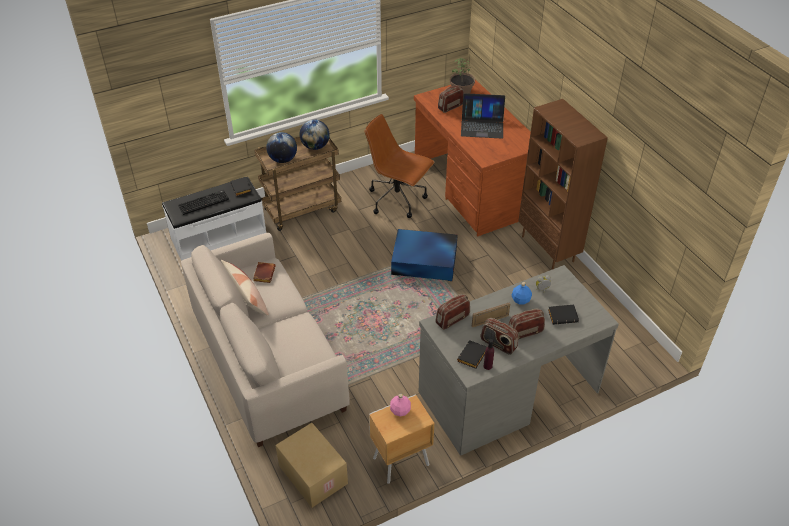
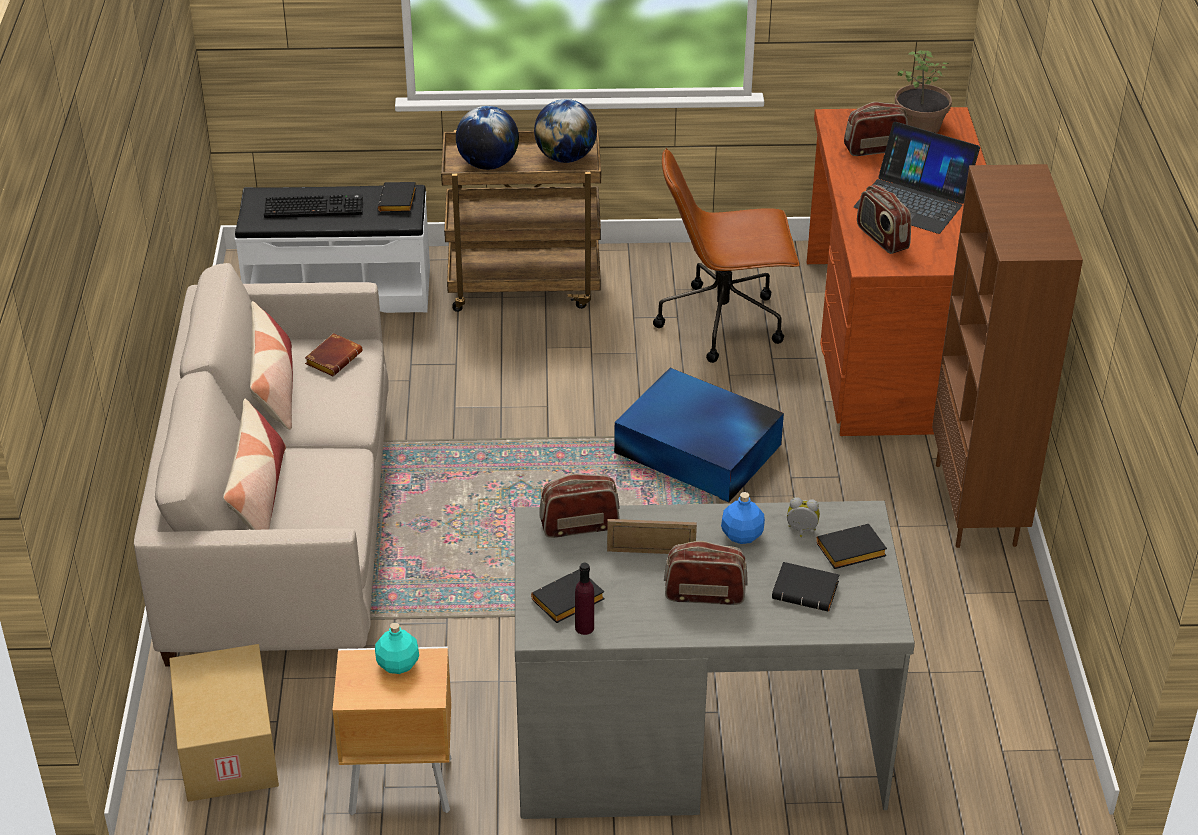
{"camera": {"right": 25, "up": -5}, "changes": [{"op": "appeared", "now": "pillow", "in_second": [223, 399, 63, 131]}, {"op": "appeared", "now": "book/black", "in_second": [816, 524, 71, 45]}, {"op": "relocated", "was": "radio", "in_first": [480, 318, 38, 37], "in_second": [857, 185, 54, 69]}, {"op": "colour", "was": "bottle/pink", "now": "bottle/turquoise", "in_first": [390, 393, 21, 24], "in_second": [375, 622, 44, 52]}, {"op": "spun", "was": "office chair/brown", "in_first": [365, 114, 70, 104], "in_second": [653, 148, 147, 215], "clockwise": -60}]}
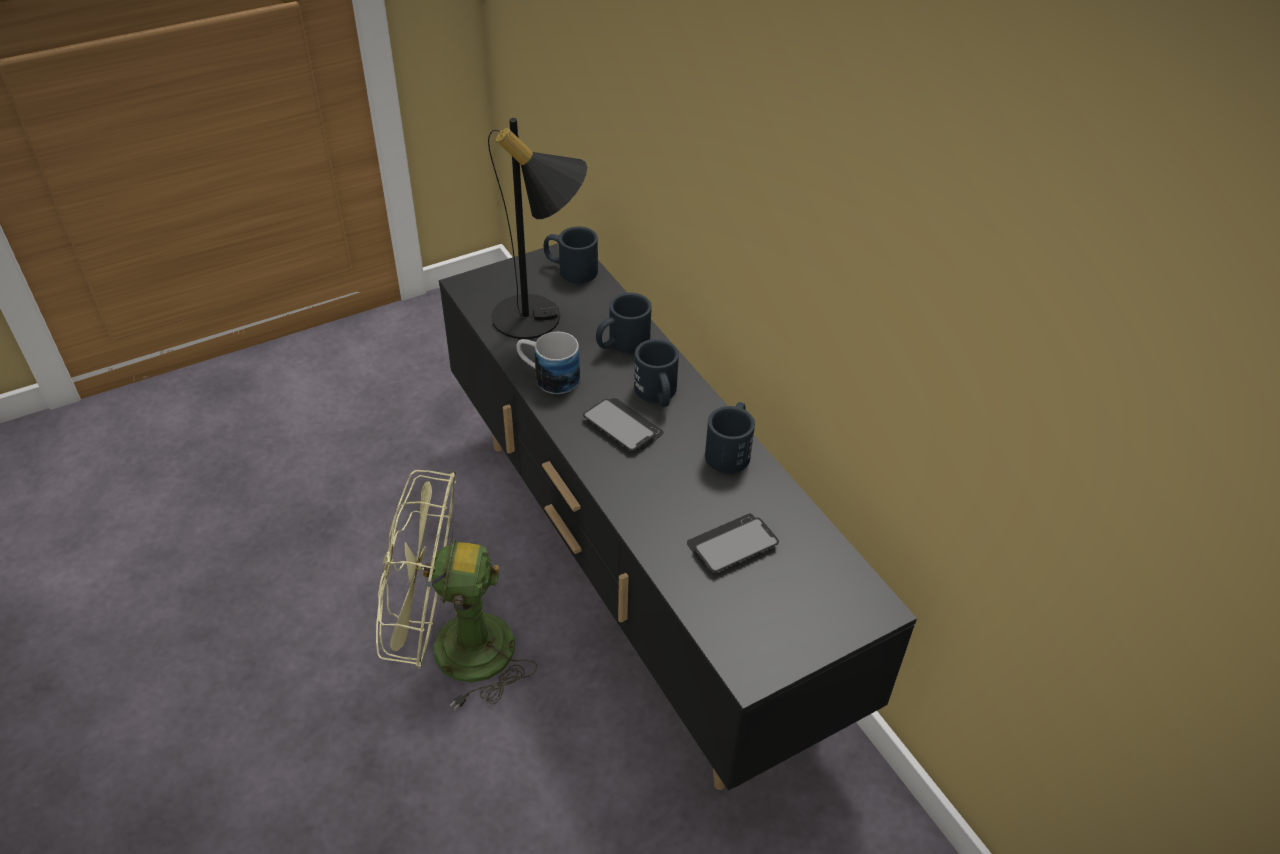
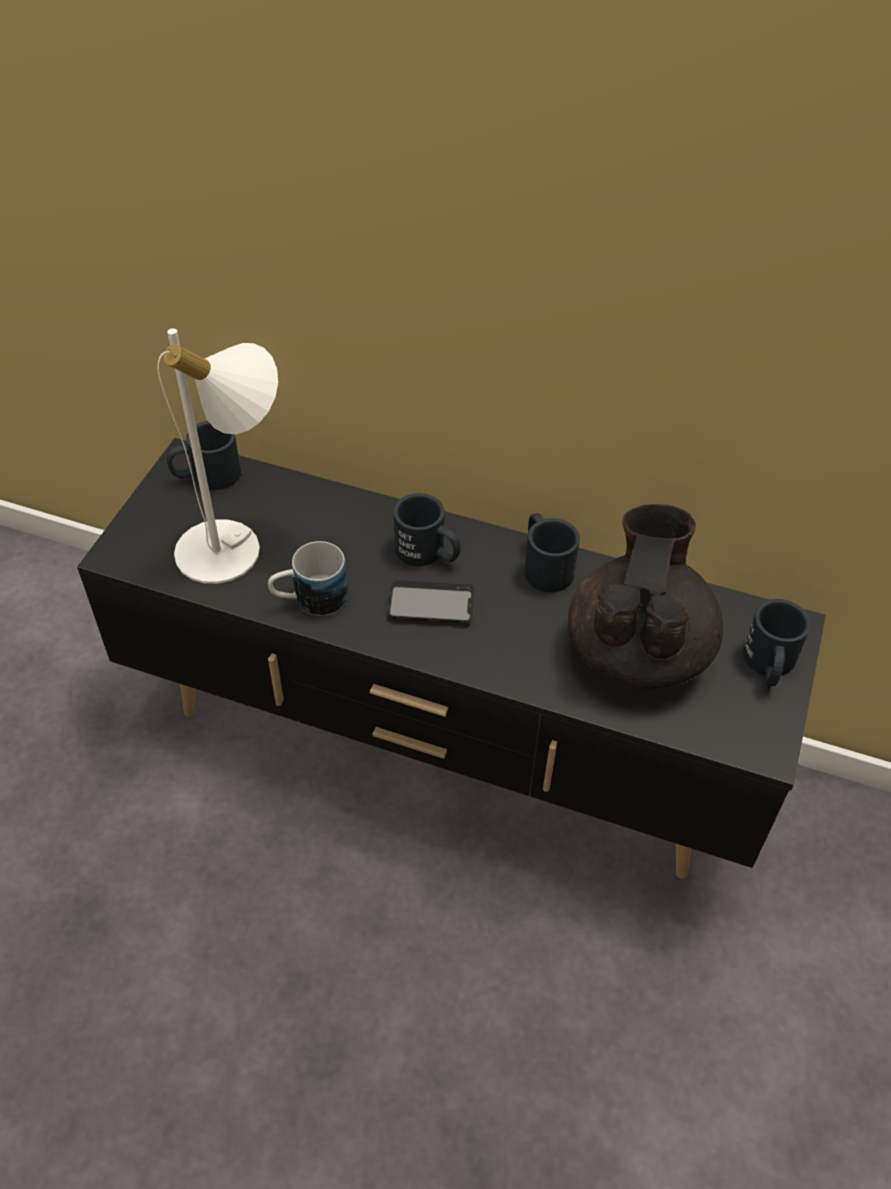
{"camera": {"right": -40, "up": 5}, "changes": [{"op": "missing", "was": "fan/green", "in_first": [376, 470, 161, 240]}, {"op": "relocated", "was": "mug/black", "in_first": [596, 293, 56, 60], "in_second": [743, 599, 68, 87]}, {"op": "exchanged", "was": "phone", "now": "teapot/black", "in_first": [687, 514, 92, 58], "in_second": [568, 504, 155, 186]}, {"op": "colour", "was": "table lamp/black", "now": "table lamp/white", "in_first": [488, 118, 99, 221], "in_second": [157, 328, 121, 256]}]}
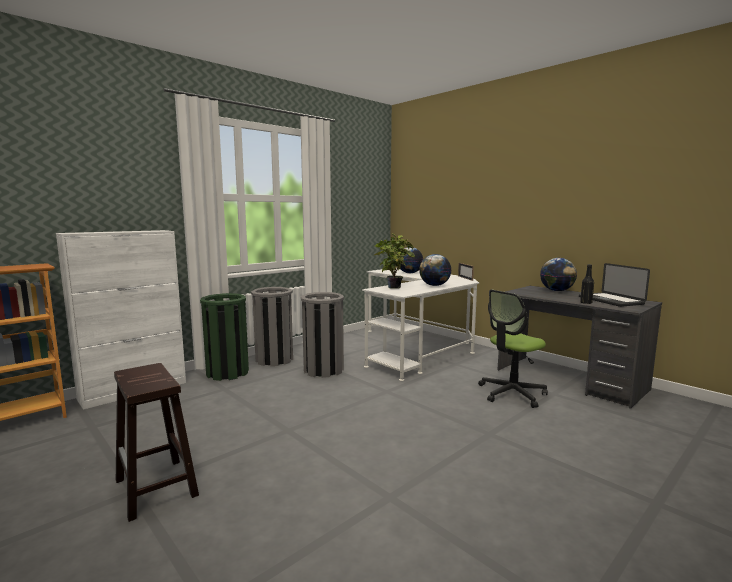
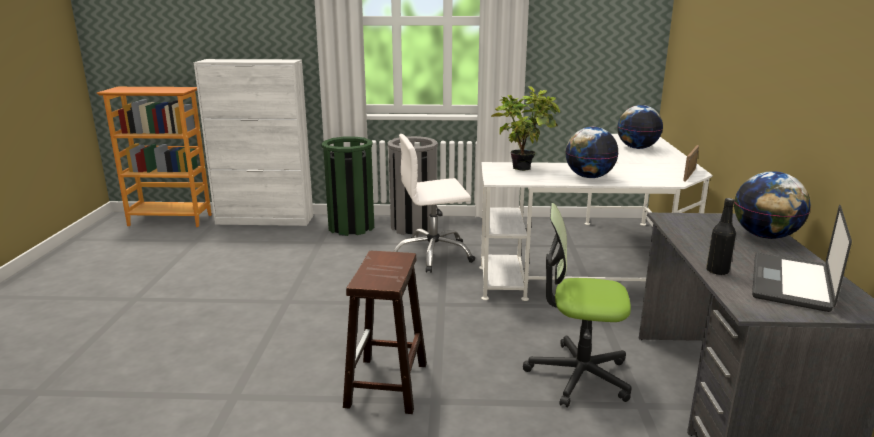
{"camera": {"right": 45, "up": 10}, "changes": [{"op": "relocated", "was": "stool/brown", "in_first": [114, 363, 85, 159], "in_second": [343, 251, 84, 163]}, {"op": "exchanged", "was": "trash can/grey", "now": "office chair/white", "in_first": [301, 292, 43, 86], "in_second": [393, 134, 82, 139]}]}
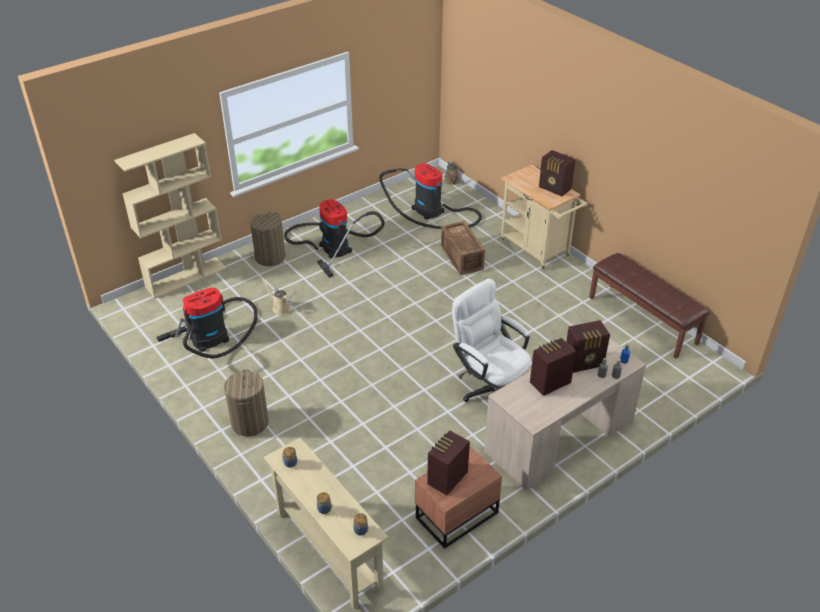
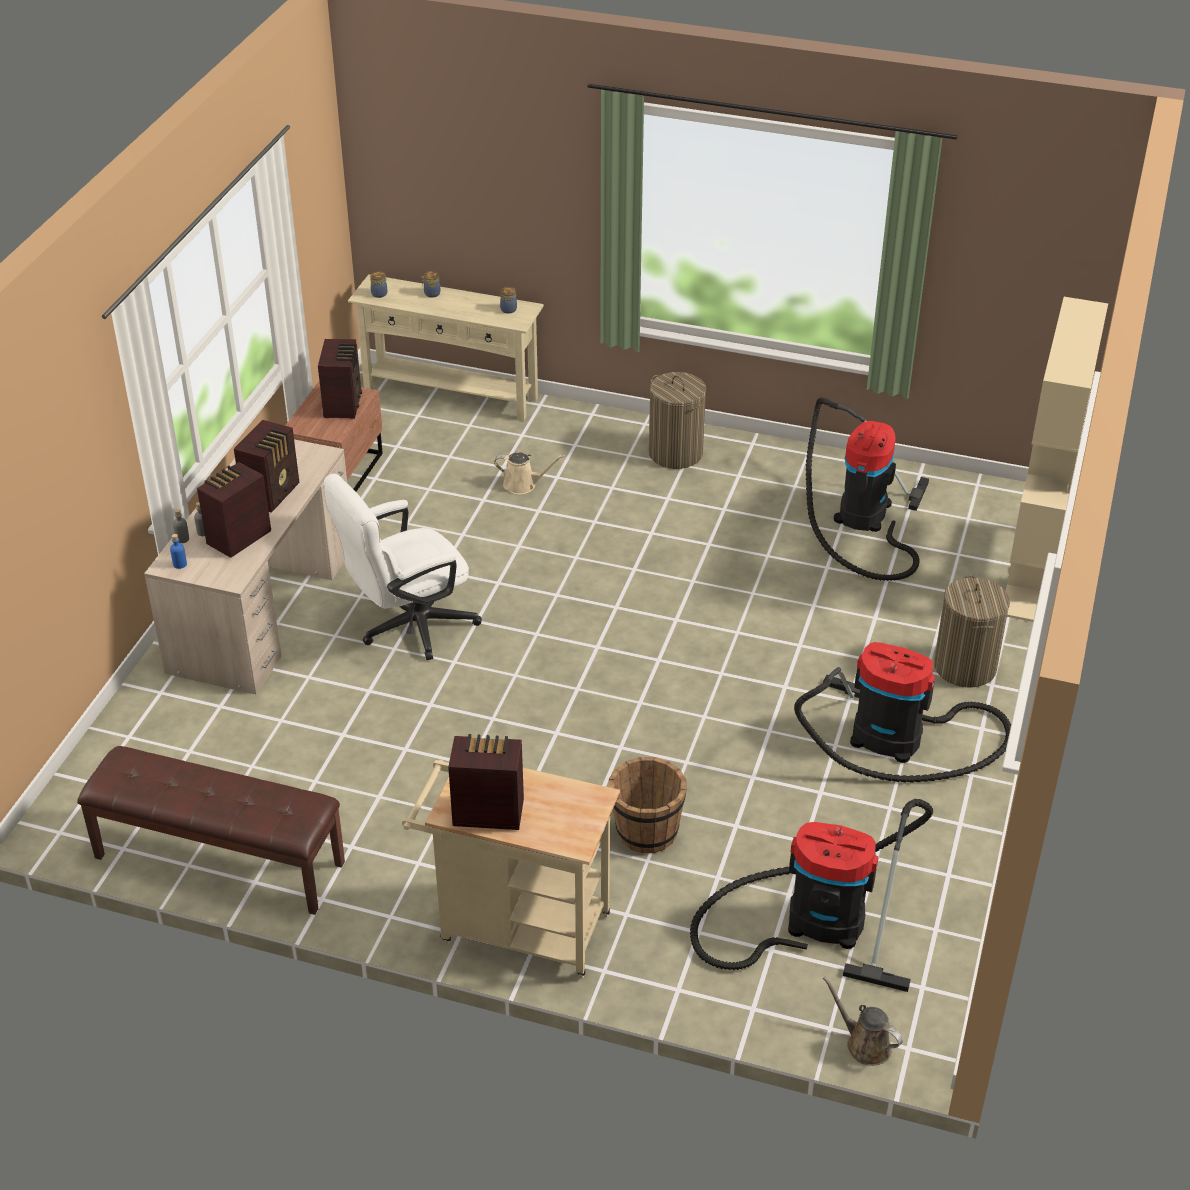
{"camera": {"right": 145, "up": 0}, "changes": [{"op": "relocated", "was": "watering can/beige", "in_first": [262, 279, 29, 36], "in_second": [494, 452, 71, 43]}, {"op": "exchanged", "was": "crate", "now": "bucket/brown", "in_first": [441, 221, 44, 54], "in_second": [609, 757, 77, 96]}, {"op": "spun", "was": "office chair/white", "in_first": [452, 278, 79, 124], "in_second": [323, 474, 159, 186], "clockwise": 135}]}
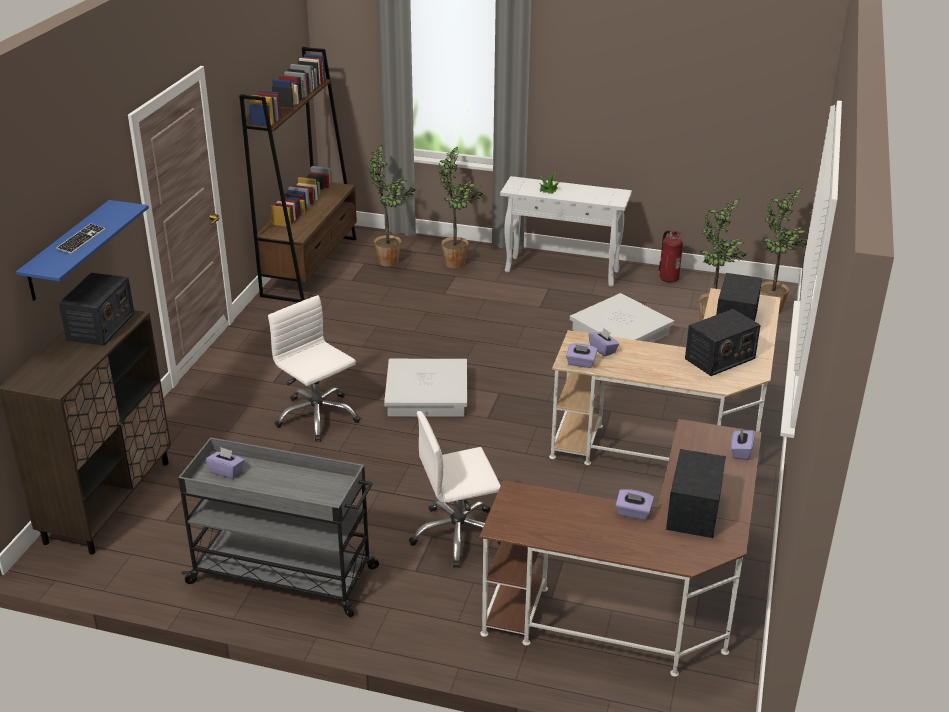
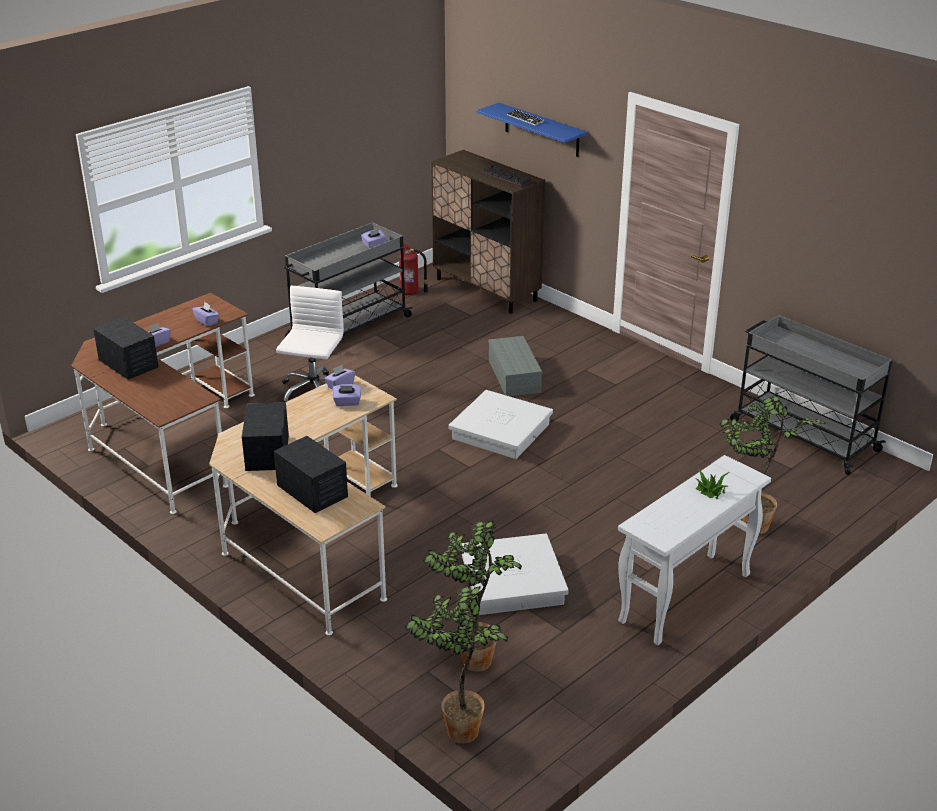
{"camera": {"right": 120, "up": 0}, "changes": [{"op": "missing", "was": "potted plant", "in_first": [368, 145, 48, 122]}, {"op": "relocated", "was": "fire extinguisher", "in_first": [659, 231, 24, 51], "in_second": [399, 243, 29, 52]}, {"op": "relocated", "was": "tissue box/purple", "in_first": [731, 428, 24, 32], "in_second": [192, 302, 27, 25]}, {"op": "exchanged", "was": "radio", "now": "keyboard", "in_first": [59, 273, 76, 73], "in_second": [481, 166, 52, 21]}, {"op": "exchanged", "was": "bookcase/brown", "now": "cart/grey", "in_first": [239, 47, 118, 256], "in_second": [730, 315, 162, 160]}, {"op": "exchanged", "was": "office chair/white", "now": "storage box/grey", "in_first": [268, 295, 92, 146], "in_second": [488, 336, 54, 60]}]}
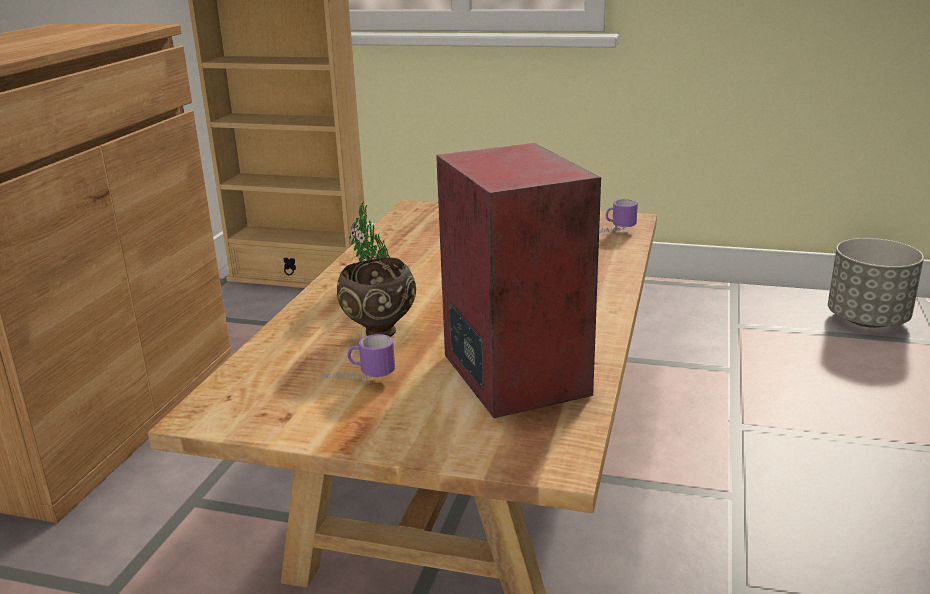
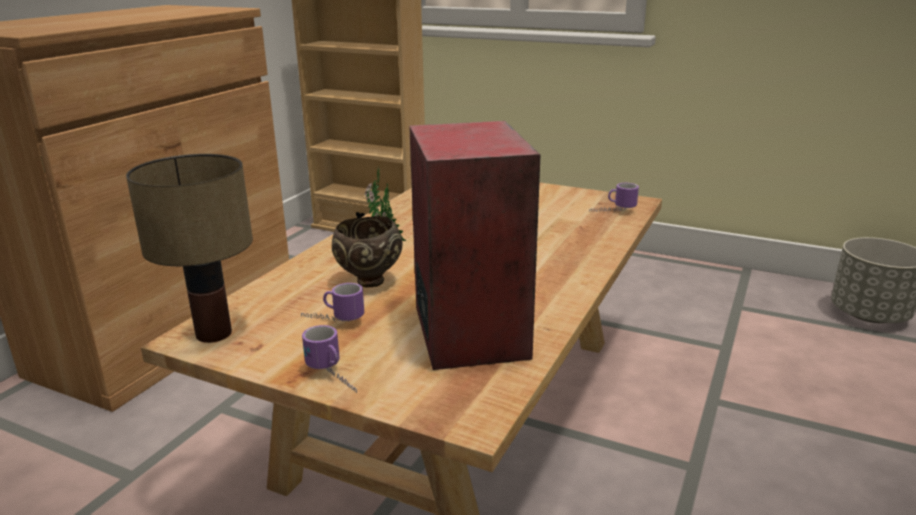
{"camera": {"right": 10, "up": 0}, "changes": [{"op": "appeared", "now": "table lamp", "in_second": [126, 154, 127, 189]}, {"op": "appeared", "now": "mug", "in_second": [302, 325, 55, 68]}]}
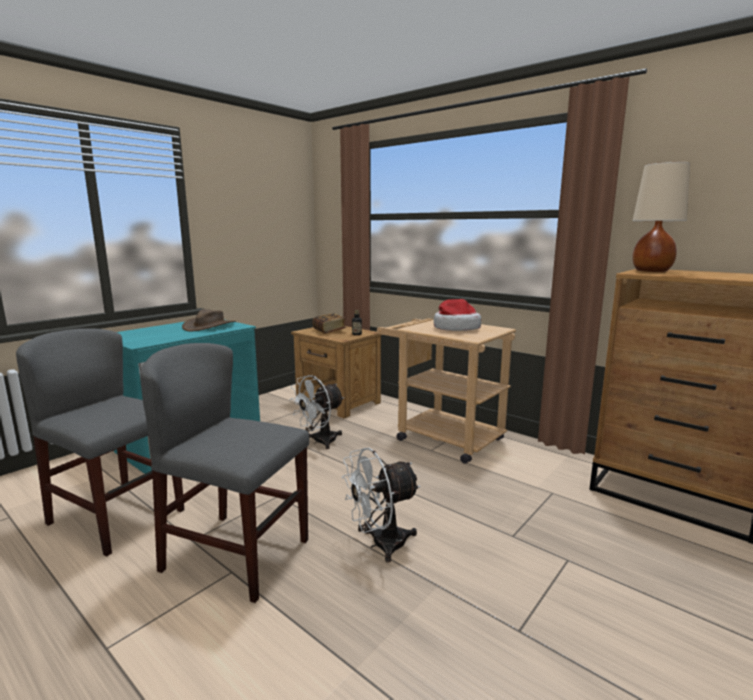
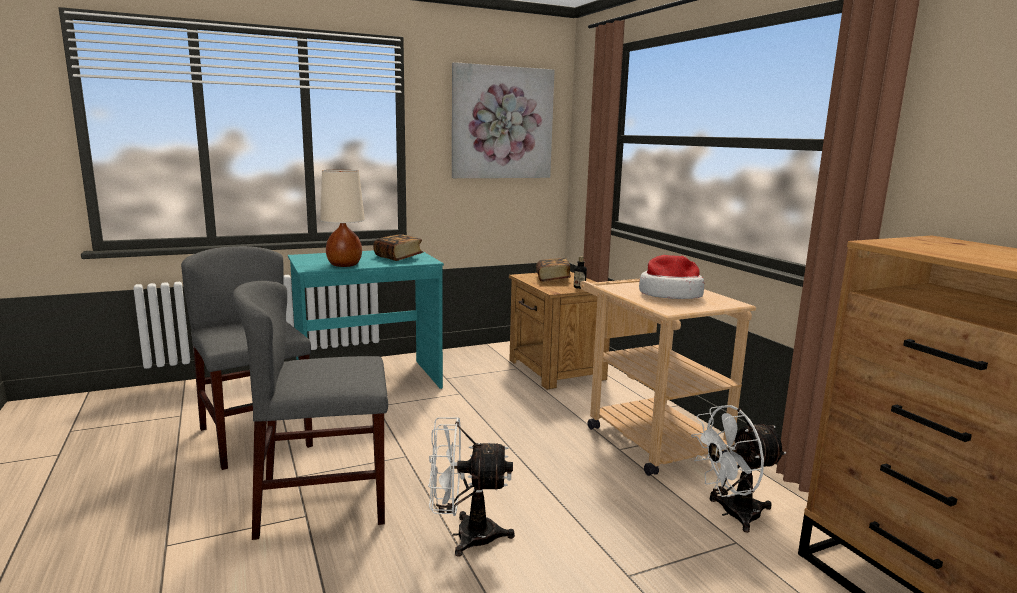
{"camera": {"right": 25, "up": 0}, "changes": [{"op": "appeared", "now": "picture", "in_second": [452, 62, 103, 116]}, {"op": "relocated", "was": "fan/white", "in_first": [289, 375, 55, 74], "in_second": [691, 405, 96, 128]}, {"op": "relocated", "was": "table lamp/beige", "in_first": [632, 162, 58, 110], "in_second": [320, 170, 45, 97]}, {"op": "exchanged", "was": "hat/brown", "now": "book", "in_first": [182, 309, 54, 23], "in_second": [373, 234, 50, 27]}, {"op": "spun", "was": "chair/grey", "in_first": [140, 343, 169, 260], "in_second": [233, 281, 155, 259], "clockwise": -60}]}
